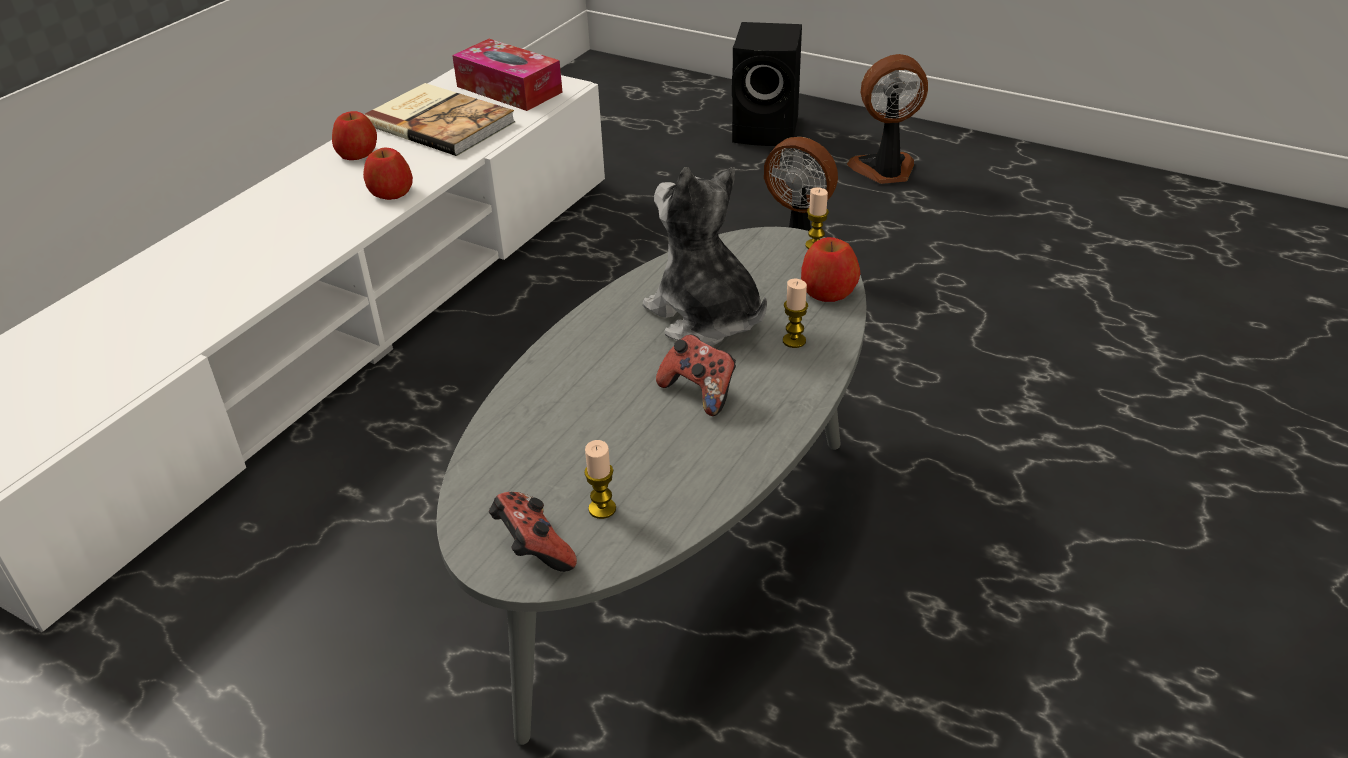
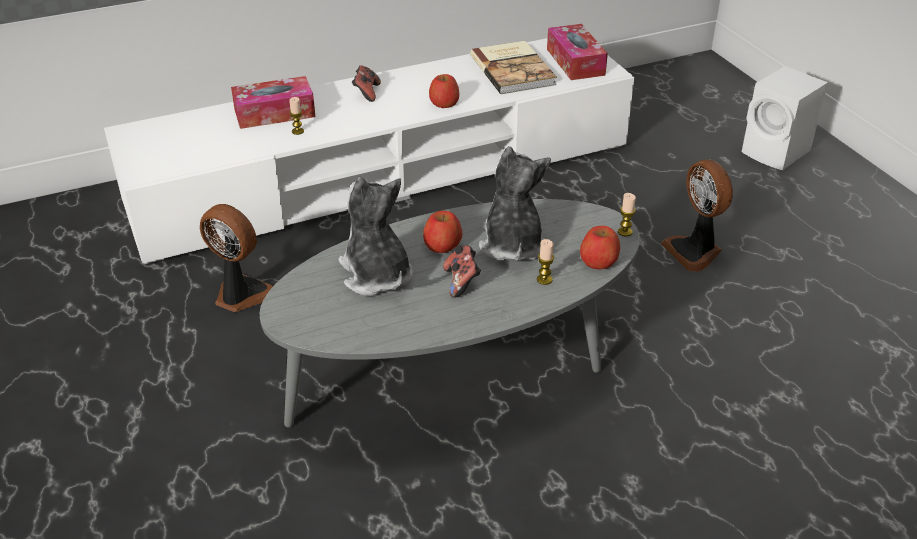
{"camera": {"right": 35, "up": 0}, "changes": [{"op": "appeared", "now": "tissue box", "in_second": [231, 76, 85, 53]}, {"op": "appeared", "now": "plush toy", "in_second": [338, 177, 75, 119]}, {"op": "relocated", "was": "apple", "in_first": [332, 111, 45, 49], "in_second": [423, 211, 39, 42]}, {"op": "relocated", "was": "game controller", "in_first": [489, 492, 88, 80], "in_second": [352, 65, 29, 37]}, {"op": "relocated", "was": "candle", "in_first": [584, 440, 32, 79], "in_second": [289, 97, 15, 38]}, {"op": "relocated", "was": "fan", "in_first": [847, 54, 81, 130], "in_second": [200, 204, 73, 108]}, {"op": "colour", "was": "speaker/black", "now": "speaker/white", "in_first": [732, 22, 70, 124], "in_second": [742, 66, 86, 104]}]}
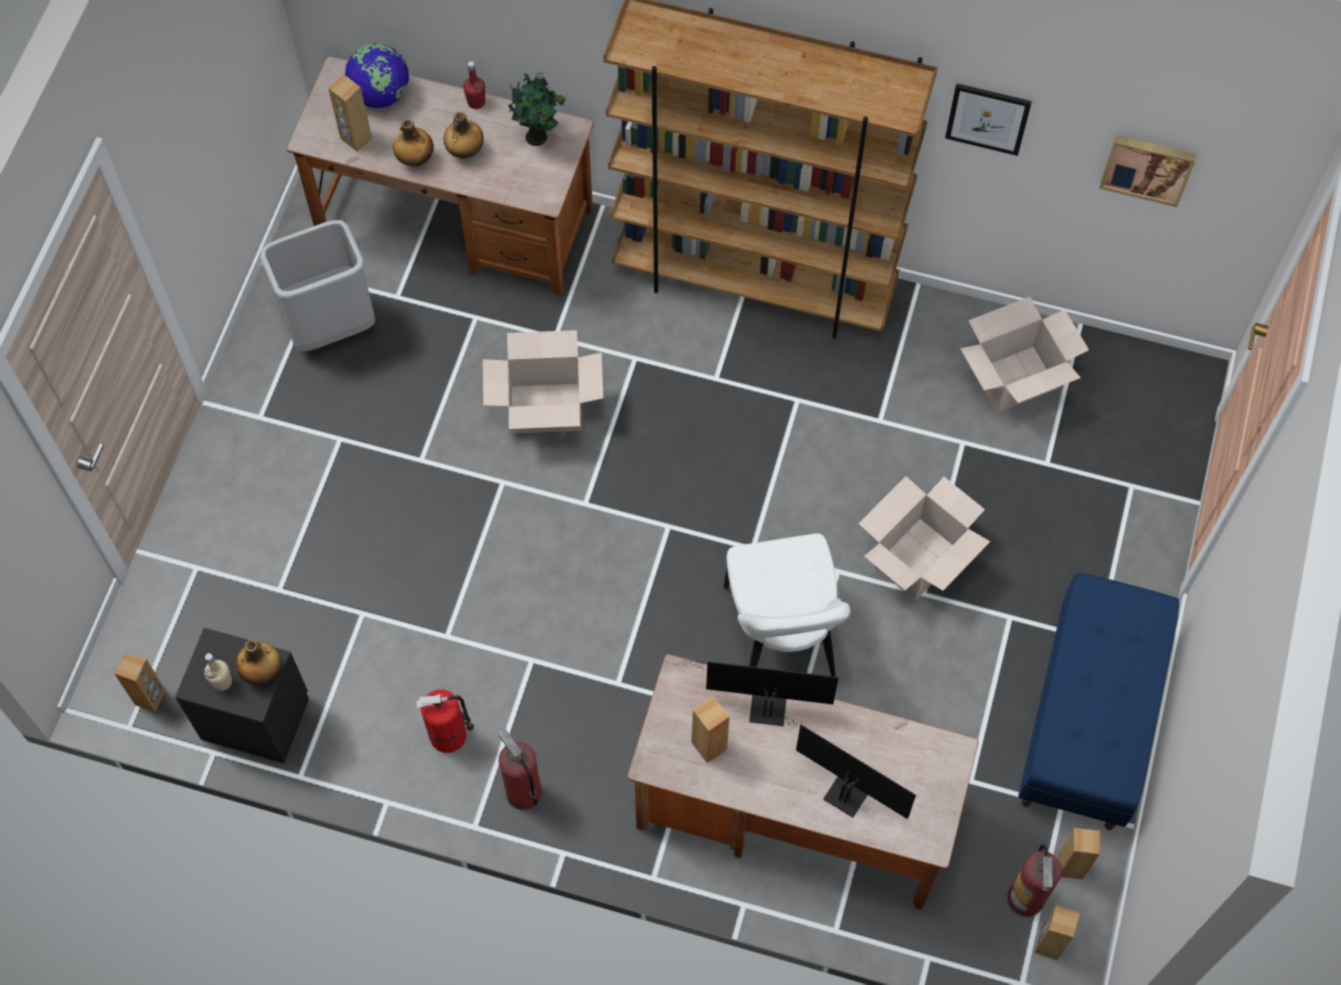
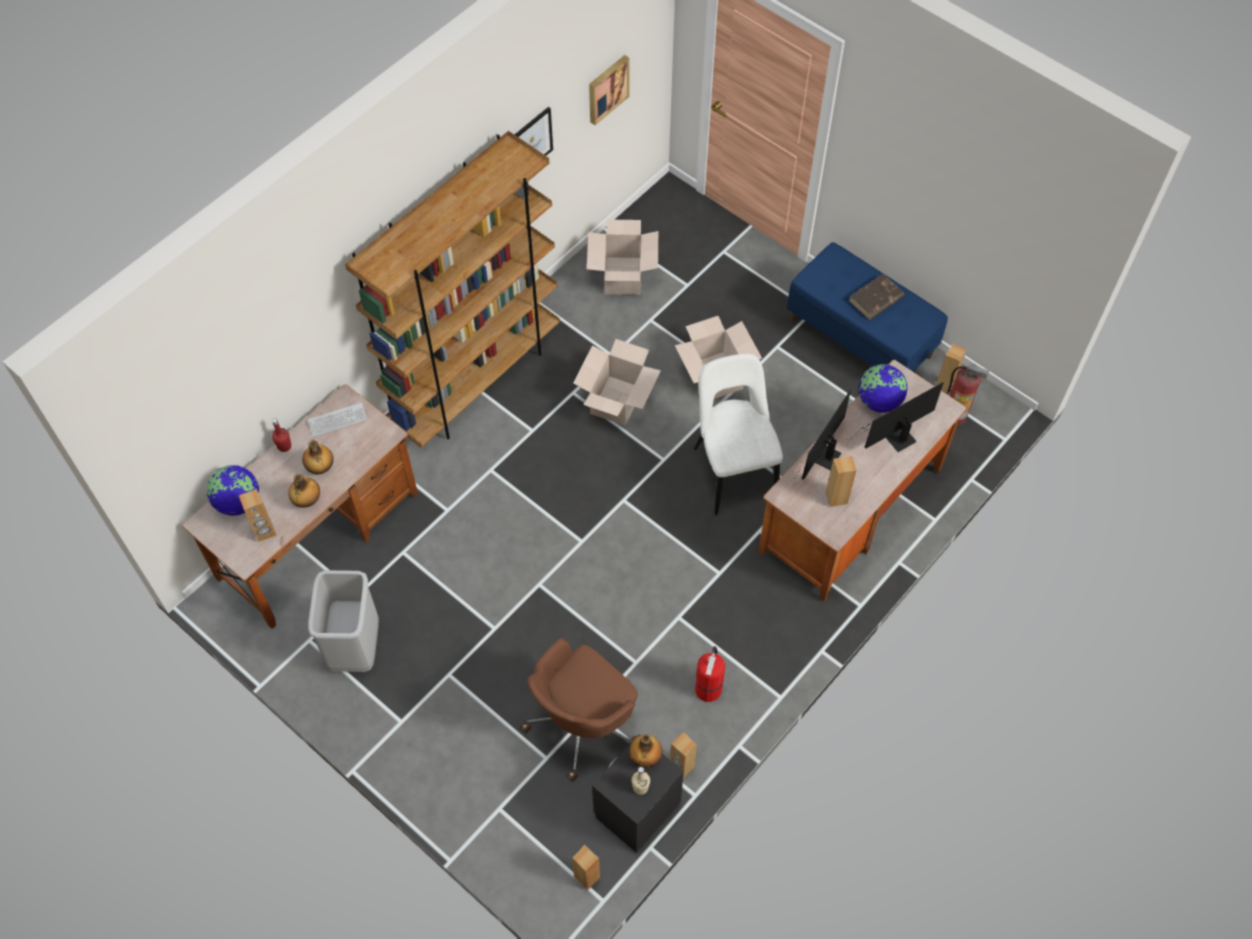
{"camera": {"right": -65, "up": -5}, "changes": [{"op": "missing", "was": "fire extinguisher", "in_first": [498, 727, 44, 83]}, {"op": "appeared", "now": "office chair/brown", "in_second": [520, 638, 118, 144]}, {"op": "appeared", "now": "book/brown", "in_second": [849, 274, 56, 46]}, {"op": "appeared", "now": "globe", "in_second": [858, 364, 50, 49]}, {"op": "relocated", "was": "cardboard box", "in_first": [483, 330, 121, 103], "in_second": [573, 339, 88, 87]}, {"op": "relocated", "was": "speaker/brown", "in_first": [1034, 905, 46, 55], "in_second": [670, 732, 27, 47]}, {"op": "exchanged", "was": "potted plant", "now": "keyboard", "in_first": [508, 73, 58, 73], "in_second": [308, 403, 59, 33]}, {"op": "spun", "was": "chair/white", "in_first": [724, 533, 126, 144], "in_second": [694, 354, 89, 161], "clockwise": -120}]}
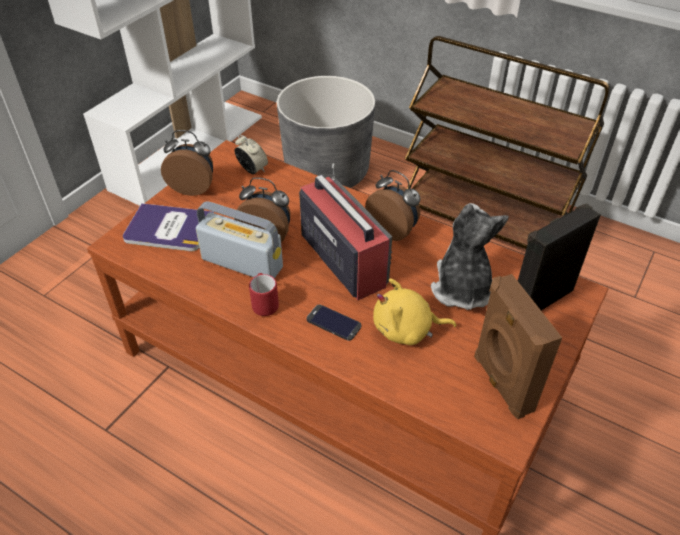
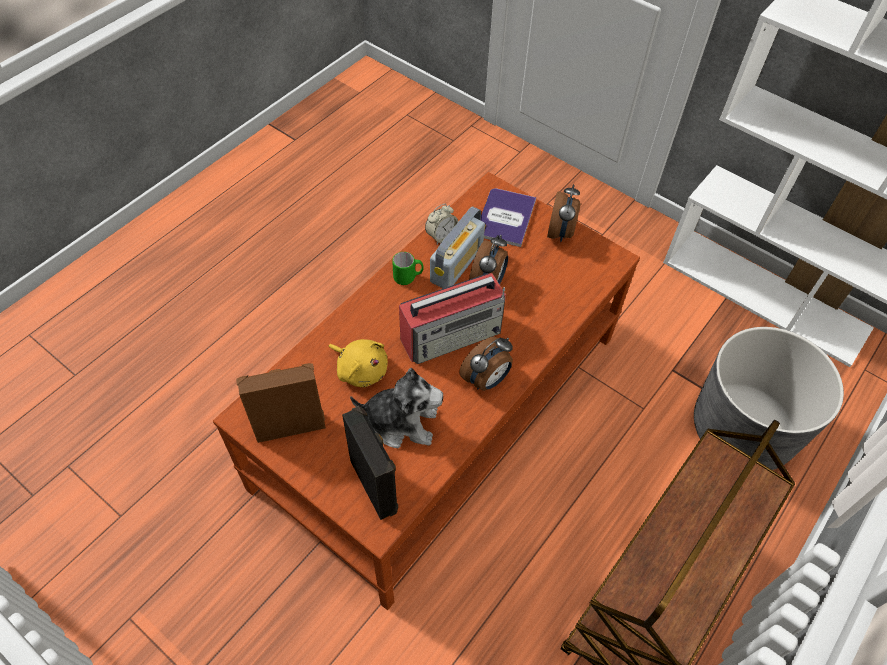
{"camera": {"right": 95, "up": 10}, "changes": [{"op": "missing", "was": "phone", "in_first": [307, 305, 54, 36]}, {"op": "relocated", "was": "alarm clock", "in_first": [234, 135, 34, 39], "in_second": [425, 204, 33, 40]}, {"op": "colour", "was": "mug/red", "now": "mug/green", "in_first": [249, 273, 30, 43], "in_second": [392, 252, 32, 33]}, {"op": "spun", "was": "plush toy/yellow", "in_first": [373, 279, 83, 66], "in_second": [328, 339, 60, 48], "clockwise": 120}]}
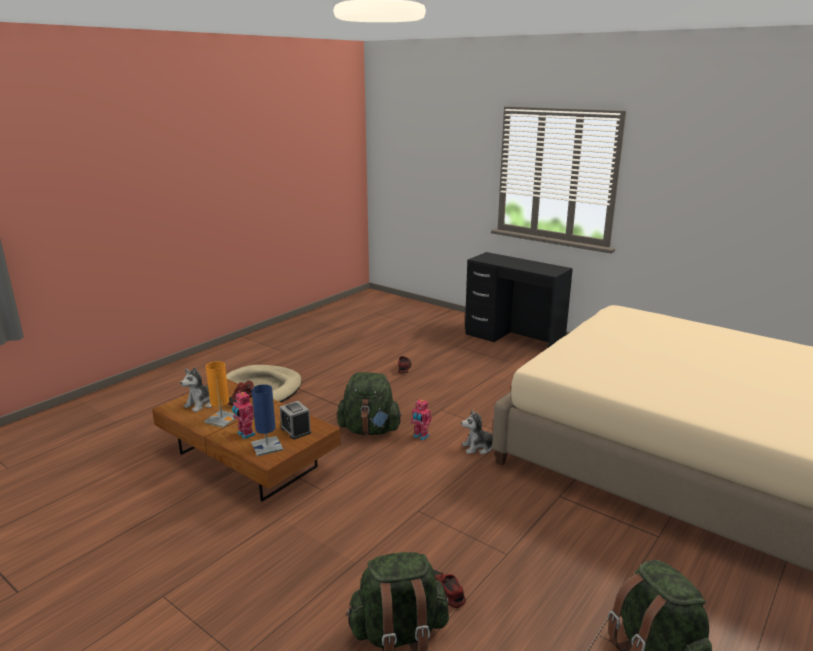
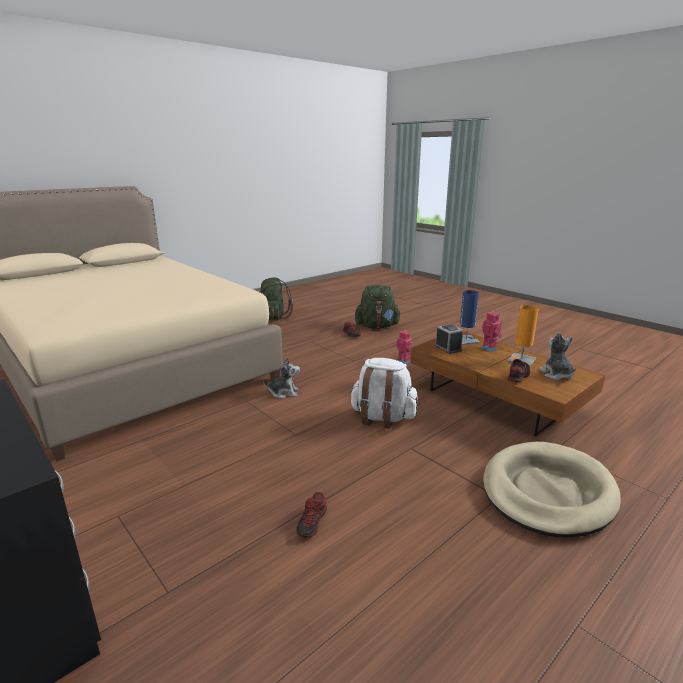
{"camera": {"right": -170, "up": 0}, "changes": [{"op": "relocated", "was": "toy robot", "in_first": [410, 399, 22, 42], "in_second": [396, 330, 16, 34]}, {"op": "colour", "was": "backpack/green", "now": "backpack/white", "in_first": [337, 372, 65, 63], "in_second": [350, 358, 68, 71]}, {"op": "spun", "was": "plush toy", "in_first": [180, 367, 32, 45], "in_second": [539, 332, 37, 48], "clockwise": -60}]}
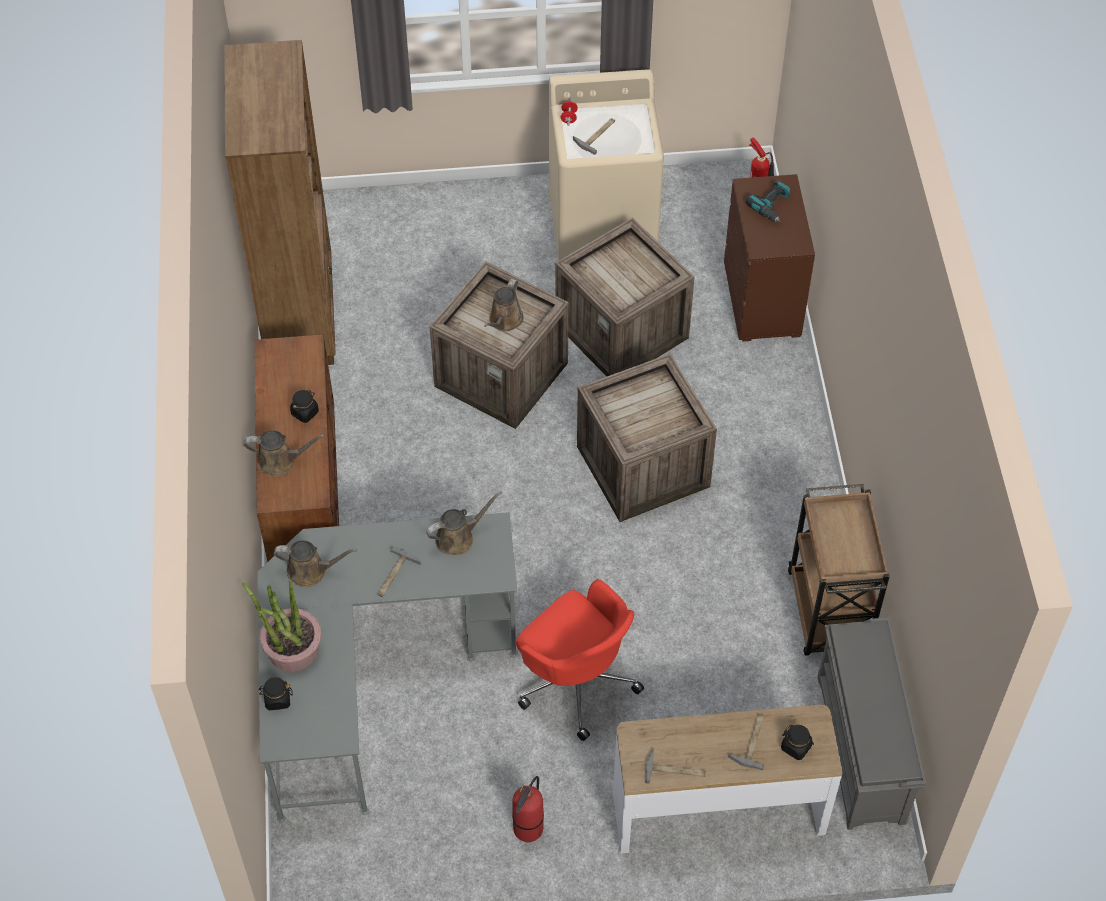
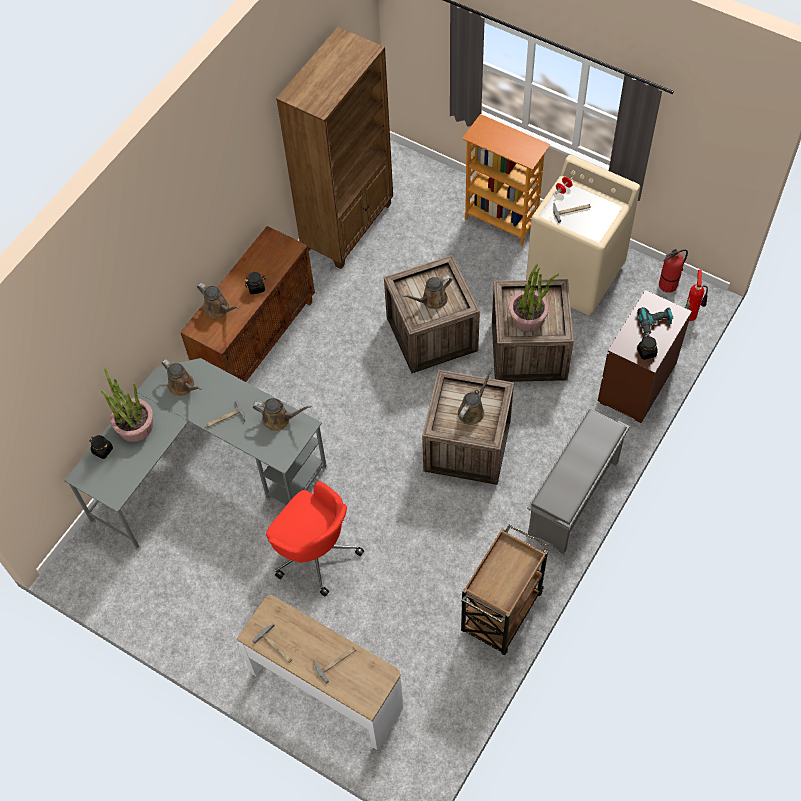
{"camera": {"right": 40, "up": 5}, "changes": [{"op": "appeared", "now": "watering can/brown", "in_second": [458, 368, 35, 57]}, {"op": "appeared", "now": "bookcase", "in_second": [462, 114, 88, 131]}, {"op": "appeared", "now": "potted plant", "in_second": [508, 264, 51, 68]}, {"op": "relocated", "was": "fire extinguisher", "in_first": [512, 776, 32, 66], "in_second": [659, 249, 29, 44]}, {"op": "relocated", "was": "jar/black", "in_first": [781, 725, 33, 35], "in_second": [637, 335, 21, 25]}, {"op": "relocated", "was": "shoe rack/grey", "in_first": [817, 617, 109, 213], "in_second": [527, 408, 103, 146]}, {"op": "spun", "was": "office chair/red", "in_first": [516, 579, 128, 162], "in_second": [266, 481, 98, 115], "clockwise": -45}]}
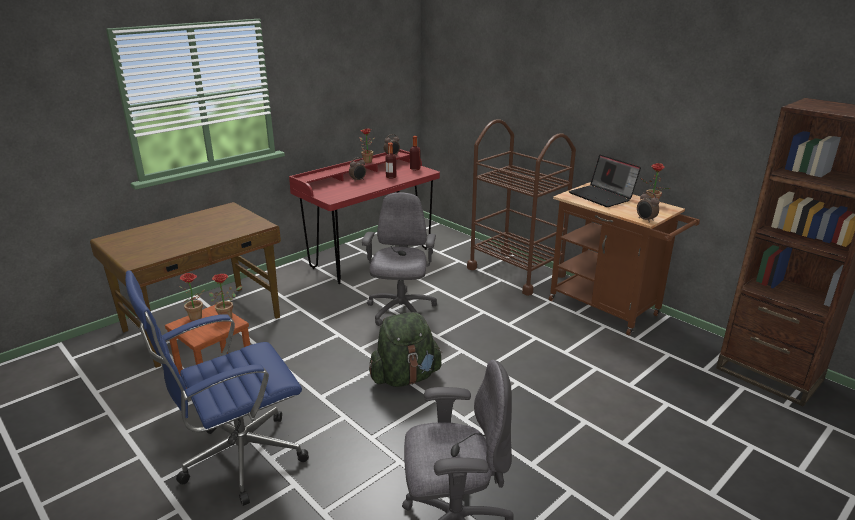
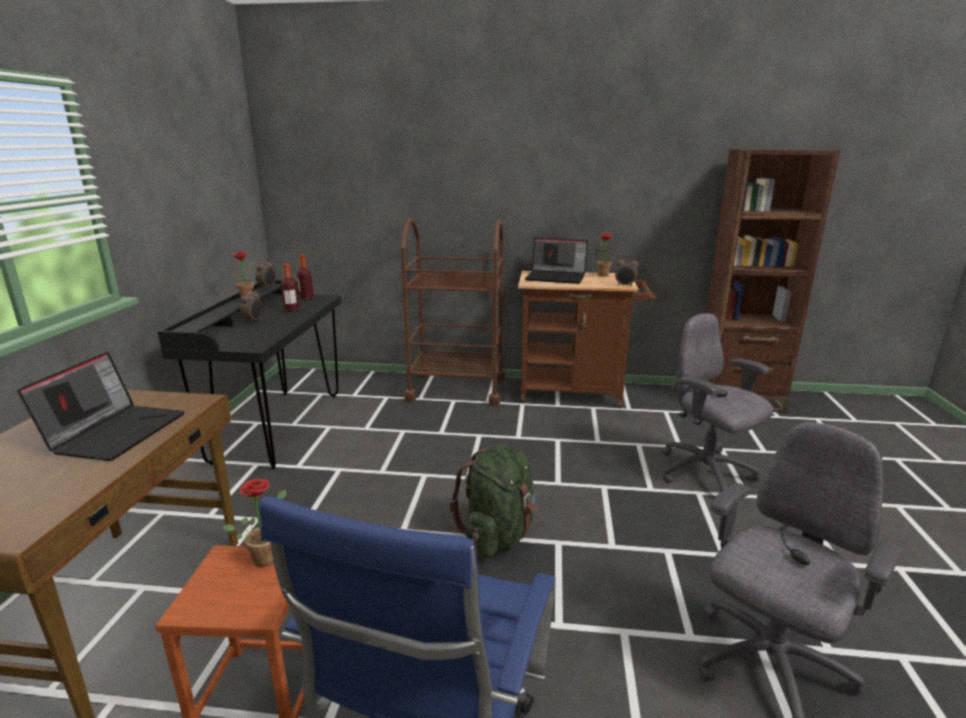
{"camera": {"right": -40, "up": -5}, "changes": [{"op": "missing", "was": "potted plant", "in_first": [179, 273, 26, 48]}, {"op": "appeared", "now": "laptop", "in_second": [17, 352, 168, 109]}, {"op": "relocated", "was": "office chair/grey", "in_first": [362, 193, 75, 133], "in_second": [662, 313, 111, 179]}, {"op": "colour", "was": "desk/red", "now": "desk/black", "in_first": [289, 149, 151, 135], "in_second": [158, 280, 184, 189]}]}
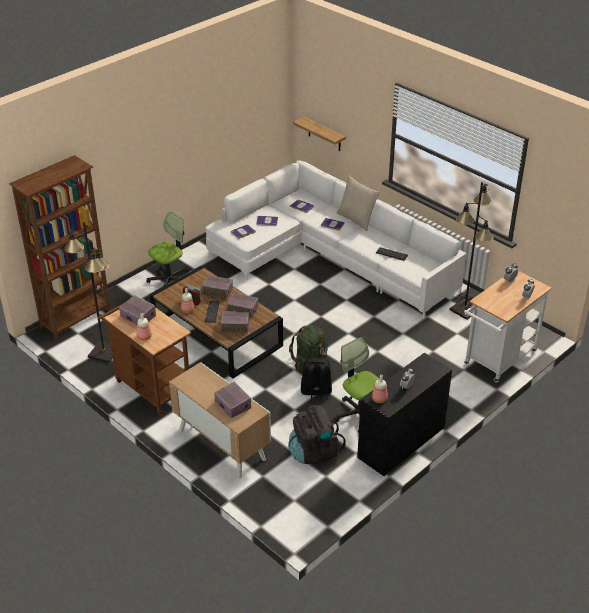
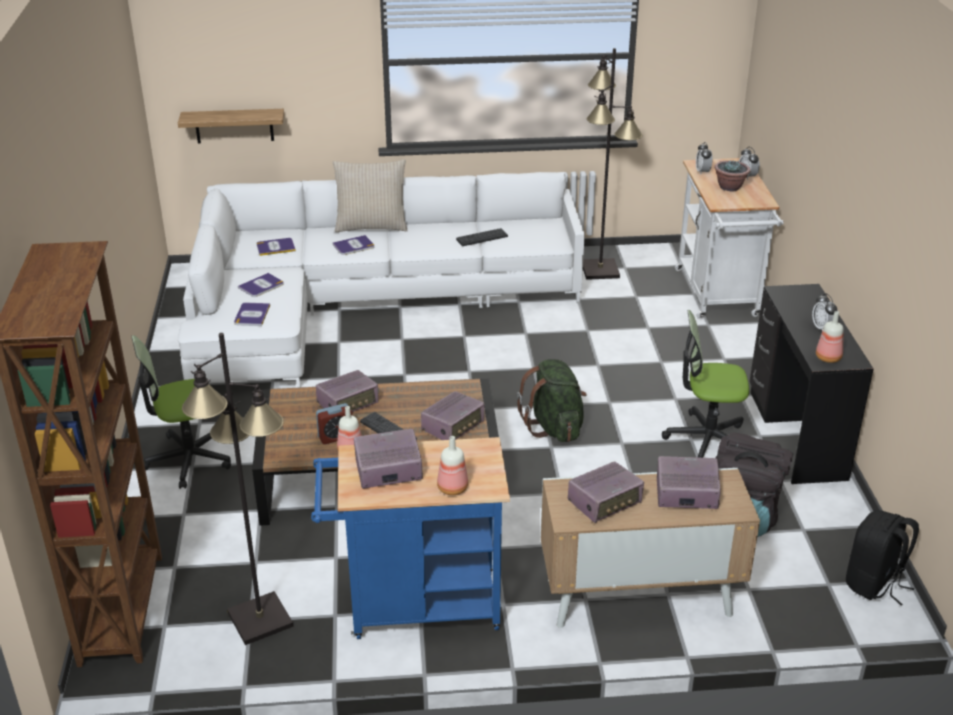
{"camera": {"right": -50, "up": -5}, "changes": [{"op": "appeared", "now": "potted plant", "in_second": [714, 159, 36, 33]}, {"op": "relocated", "was": "radio", "in_first": [227, 293, 31, 25], "in_second": [568, 462, 76, 61]}, {"op": "relocated", "was": "backpack/black", "in_first": [301, 358, 31, 46], "in_second": [846, 510, 73, 96]}, {"op": "colour", "was": "cart/brown", "now": "cart/blue", "in_first": [98, 297, 93, 119], "in_second": [311, 437, 199, 202]}, {"op": "spun", "was": "office chair", "in_first": [147, 211, 41, 76], "in_second": [131, 335, 100, 154], "clockwise": -105}]}
